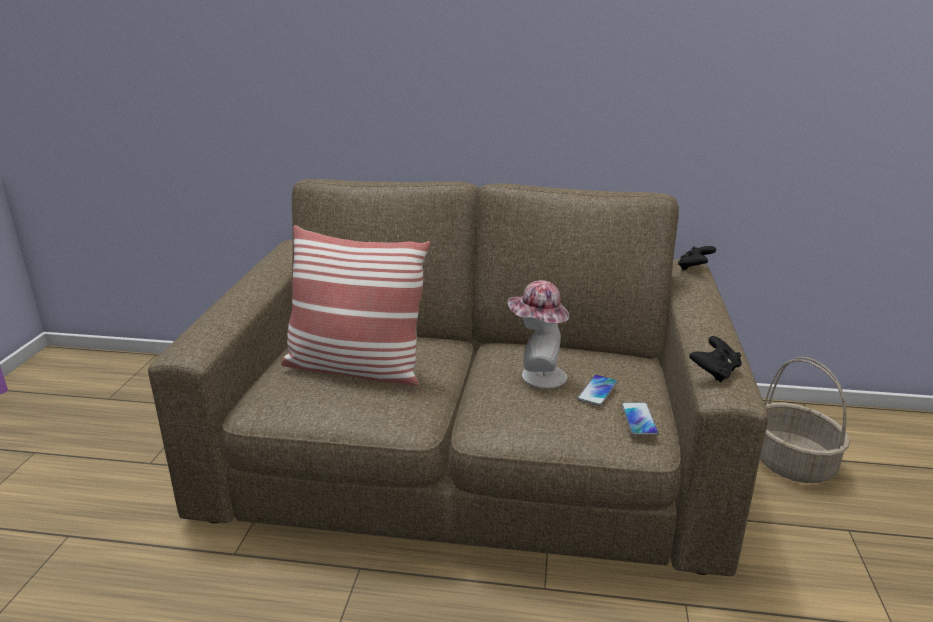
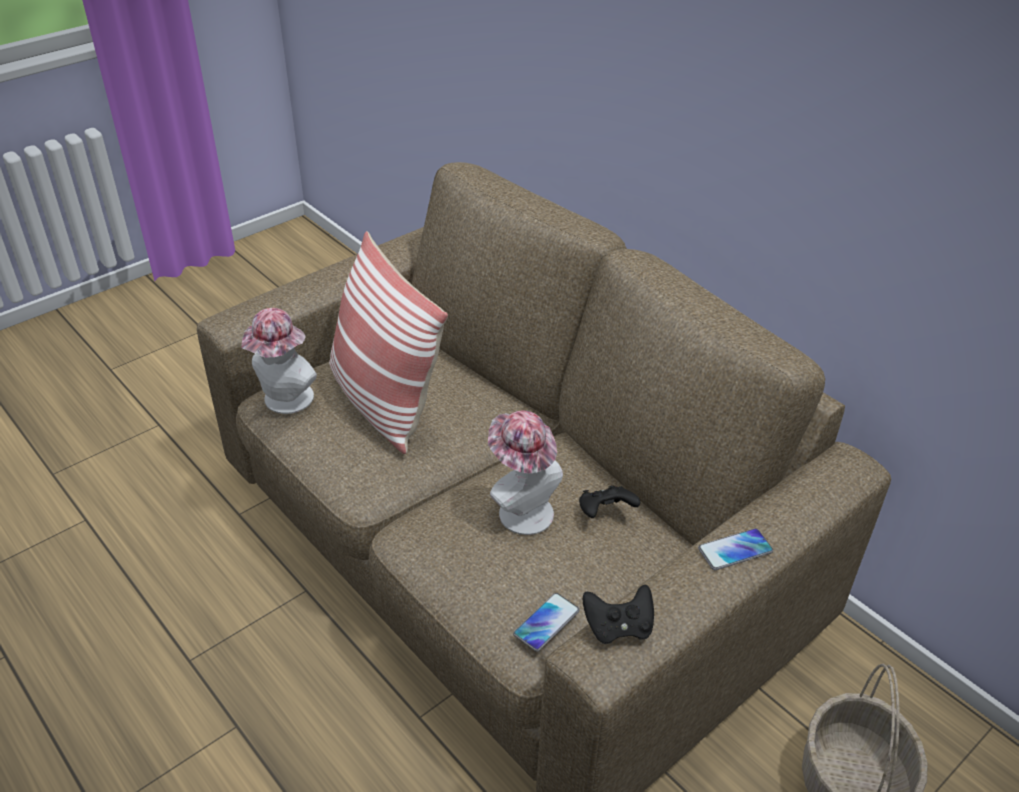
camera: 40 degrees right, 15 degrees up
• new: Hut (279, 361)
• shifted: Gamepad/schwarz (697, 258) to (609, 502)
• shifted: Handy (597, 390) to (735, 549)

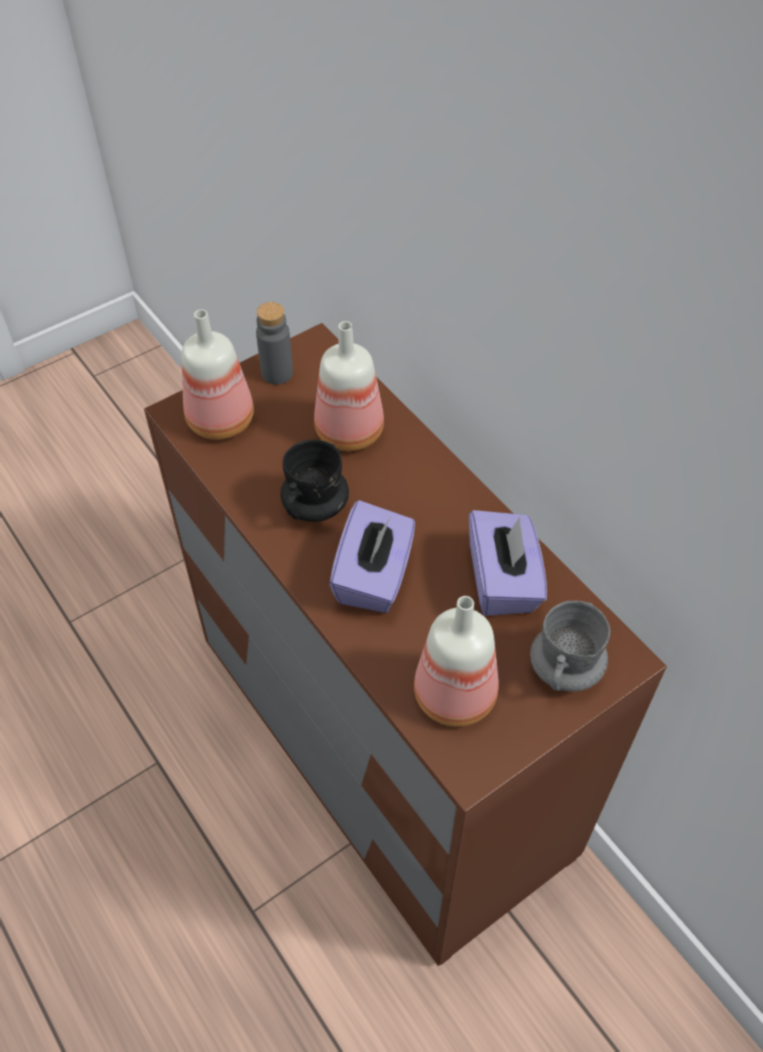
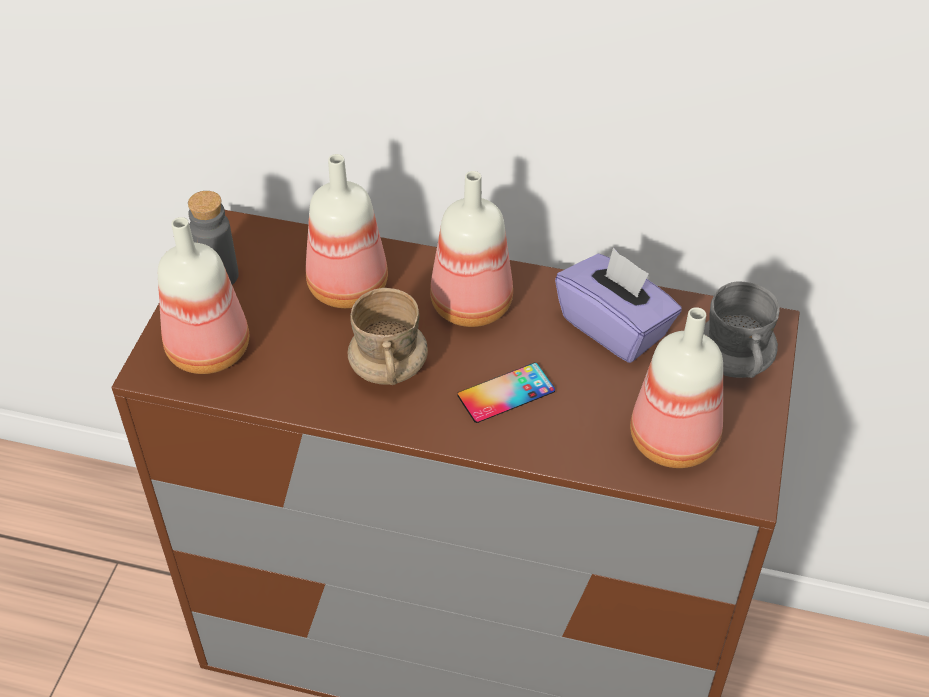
camera: 40 degrees left, 5 degrees down
• repainted: Henkelbecher/schwarz (314, 481) to Henkelbecher/beige (388, 336)
• new: Flasche (471, 249)
• swapped: Taschentuchbox/lila (372, 556) to Handy (506, 393)

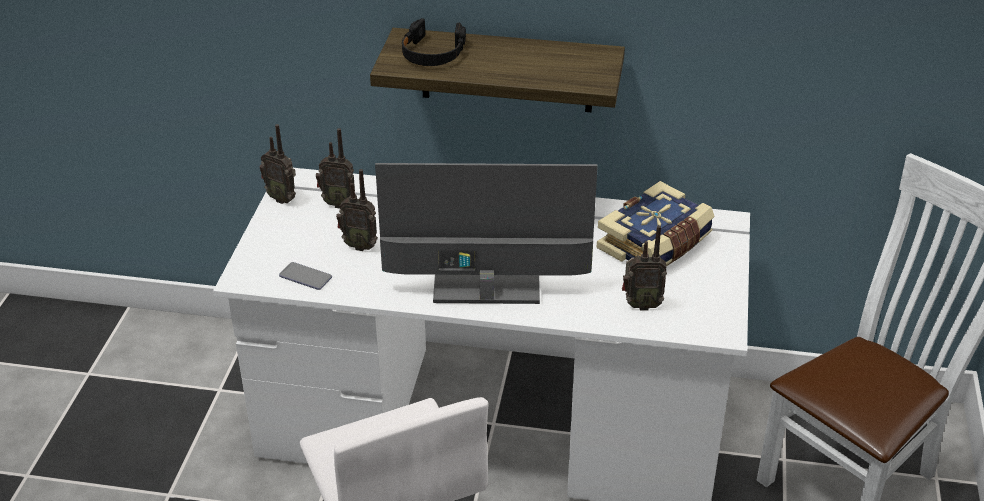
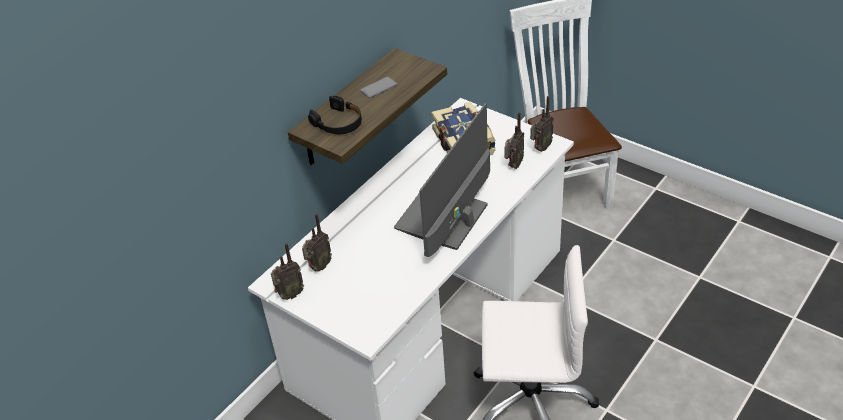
camera: 60 degrees left, 5 degrees up
• shifted: Handy (305, 276) to (378, 87)
• shifted: Radio (357, 210) to (542, 124)

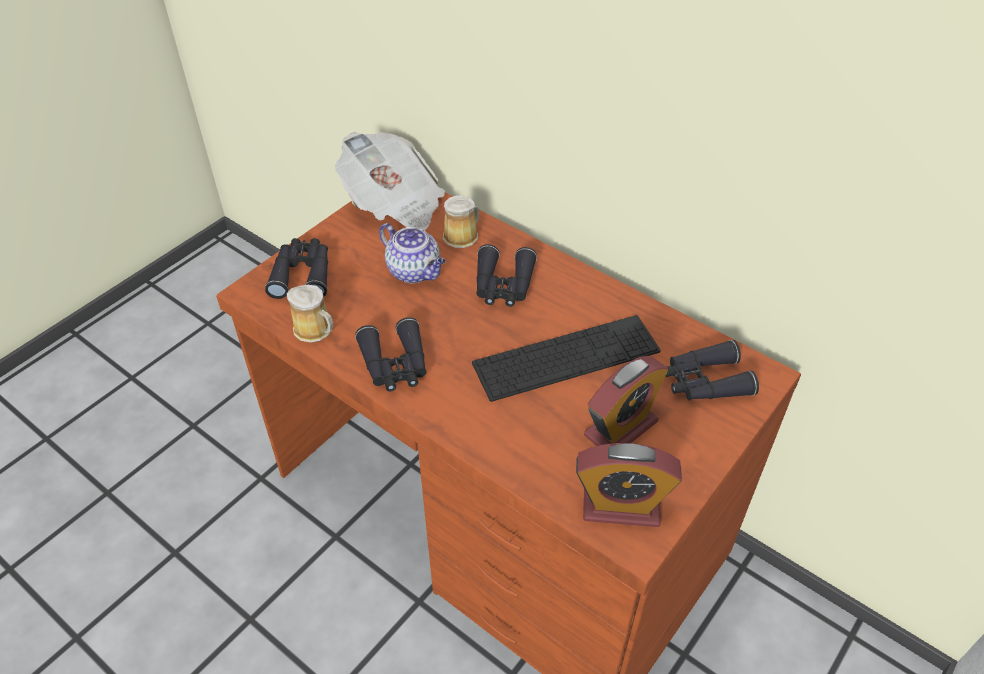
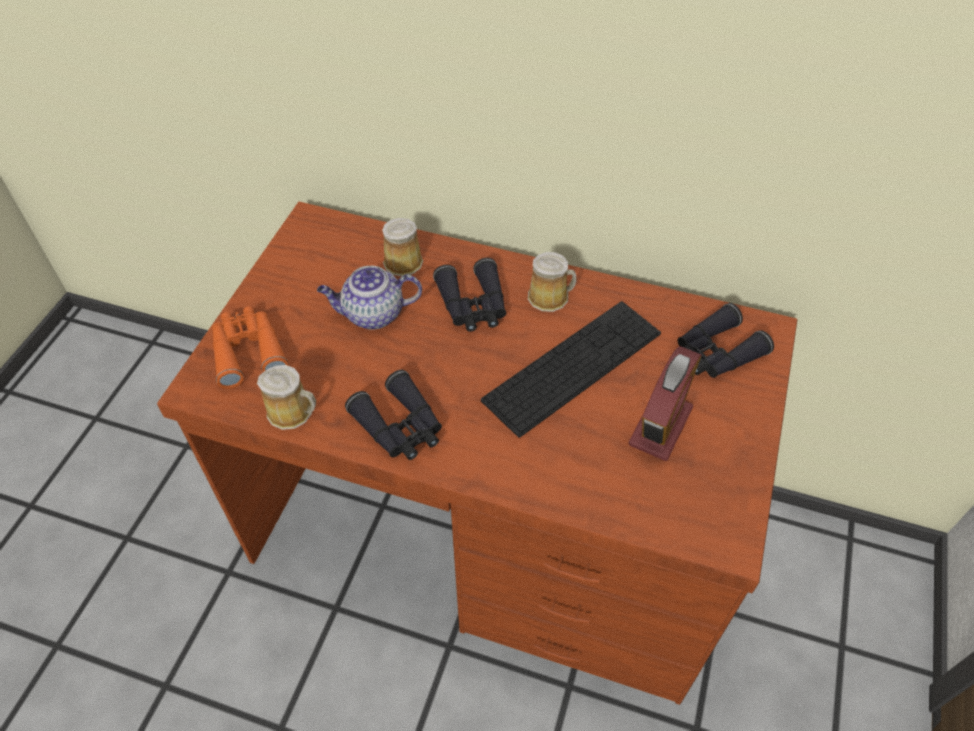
camera: 20 degrees left, 5 degrees up
• repainted: Fernglas/schwarz (296, 268) to Fernglas/orange (250, 347)
• rotated: Teekanne (412, 253) = (369, 298) 150 degrees clockwise
• new: Henkelbecher (552, 282)
• gone: Zeitung (390, 181)
• gone: Wecker (629, 485)

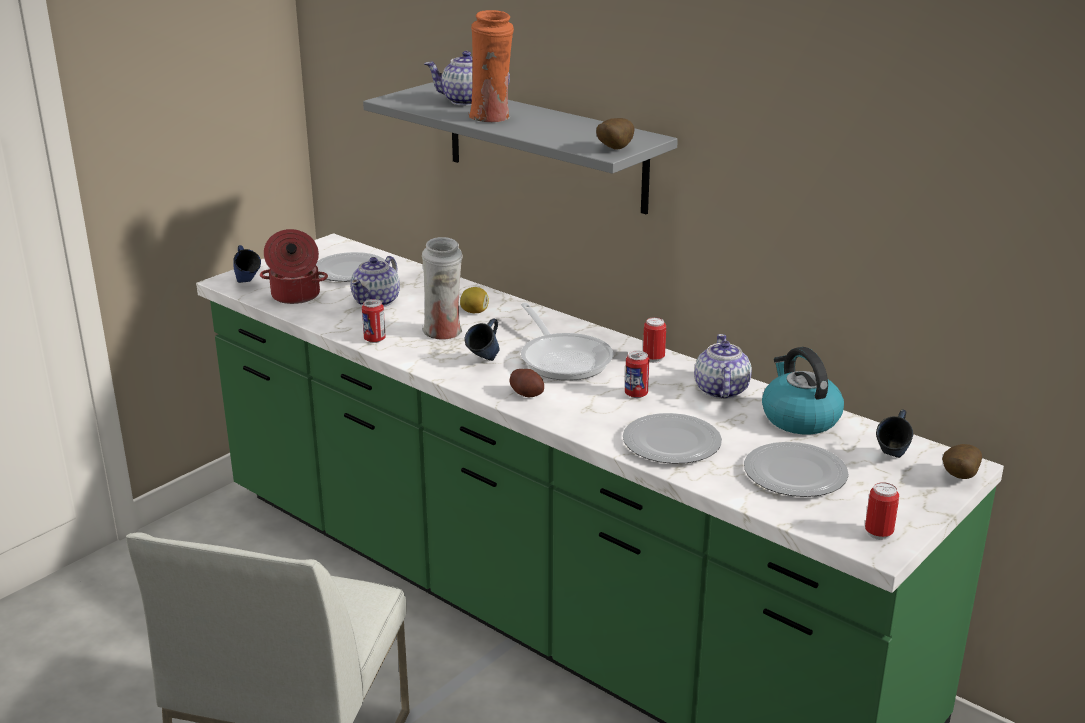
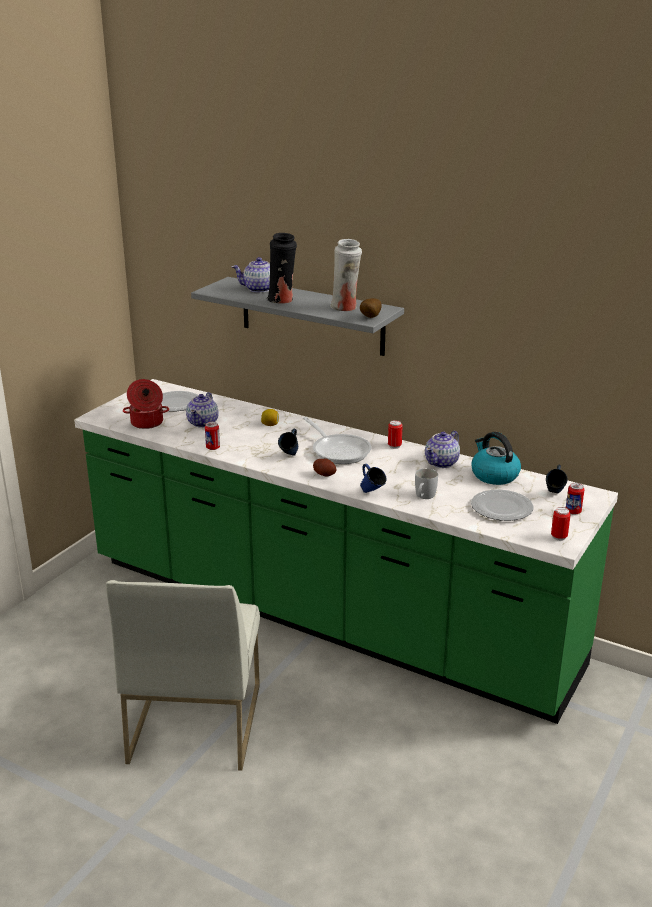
camera: 10 degrees left, 0 degrees up
• repainted: Vase/orange (491, 66) to Vase/schwarz (282, 268)
• shifted: Vase/weiß (442, 288) to (346, 275)
• shifted: Henkelbecher/blau (247, 264) to (373, 478)
• swapped: Teller (672, 438) to Henkelbecher/weiß (426, 483)
• rotated: Teekanne (723, 366) = (442, 449) 135 degrees counterclockwise
• shifted: Dose (637, 374) to (575, 499)
• gone: Kartoffel (962, 461)

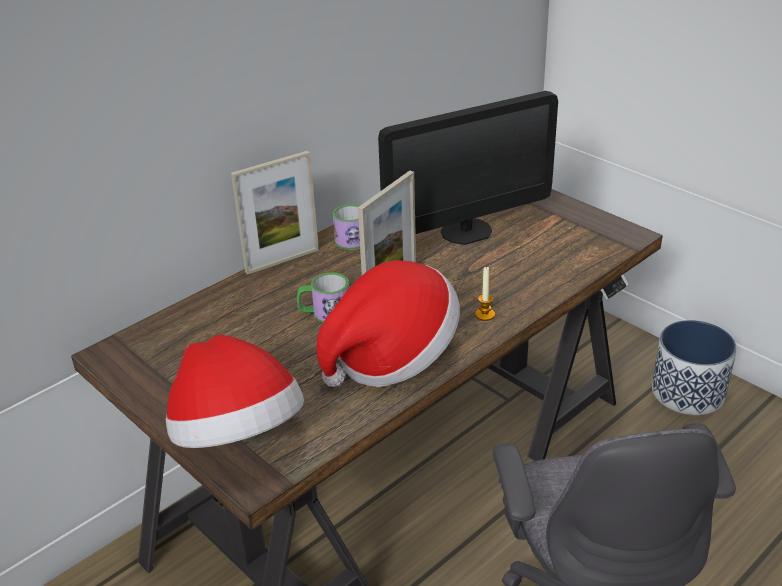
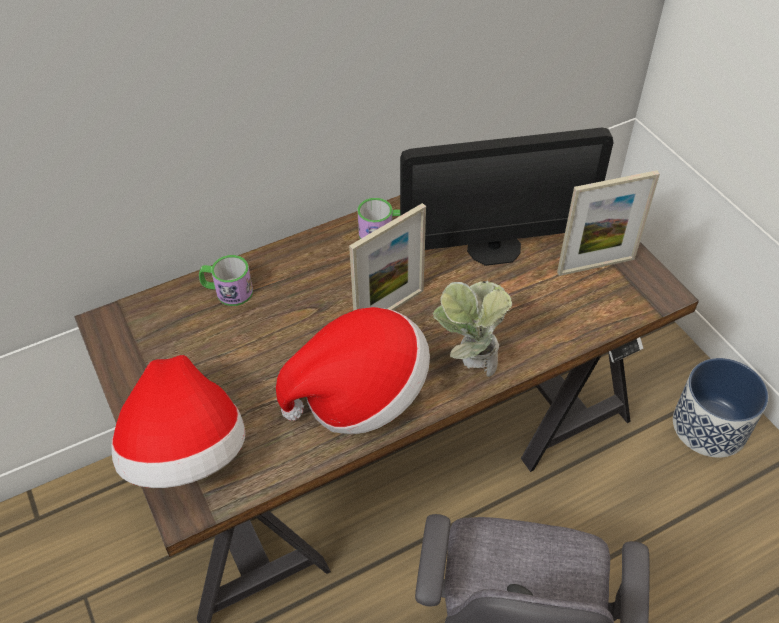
camera: 15 degrees right, 15 degrees up
• shifted: Henkelbecher (323, 297) to (226, 280)
• swapped: Kerze (485, 293) to Topfpflanze (472, 328)
• shifted: Bilderrahmen (275, 213) to (608, 223)

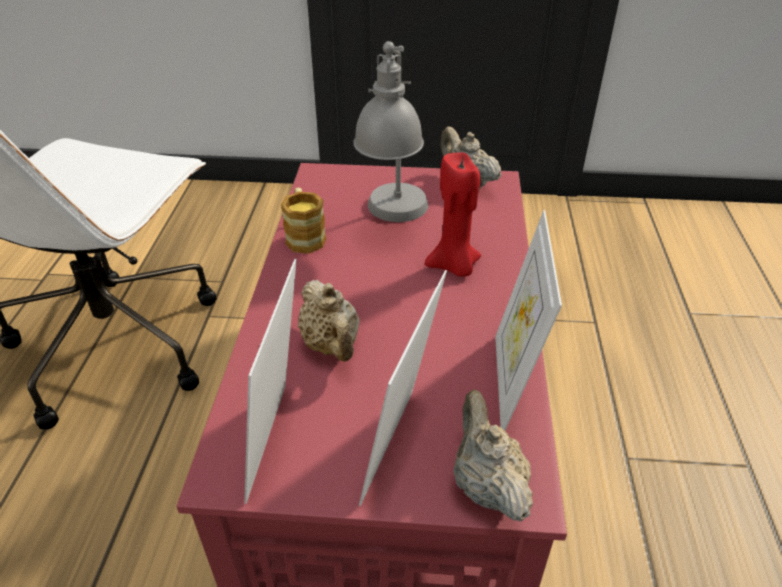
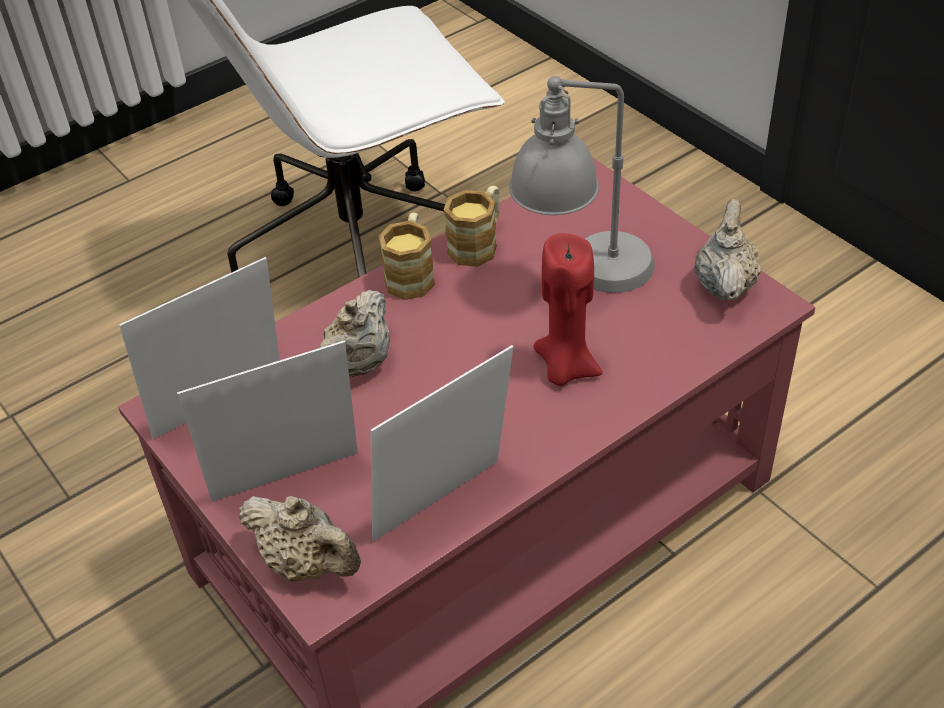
camera: 50 degrees right, 5 degrees up
• rotated: Teekanne/beige (493, 456) = (300, 538) 90 degrees clockwise
• new: Henkelbecher (406, 256)

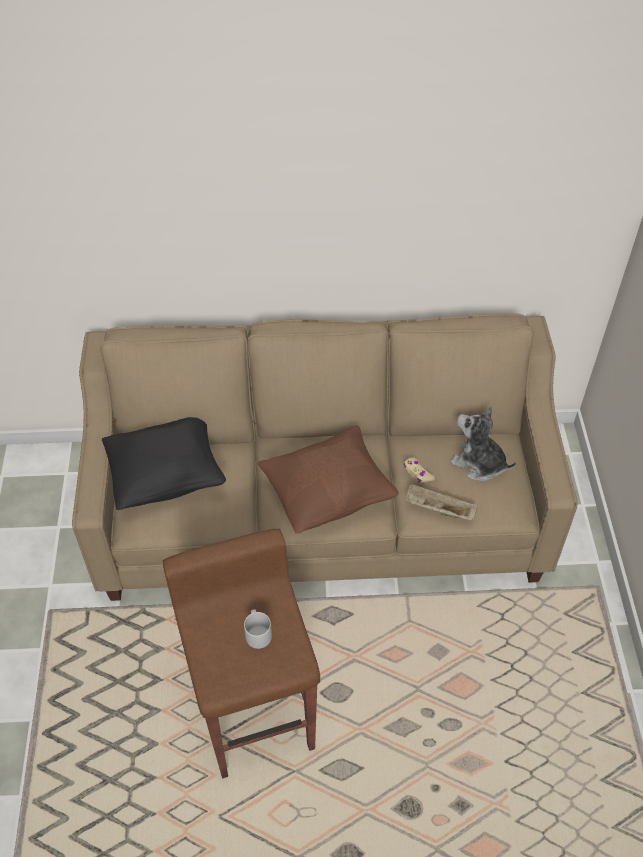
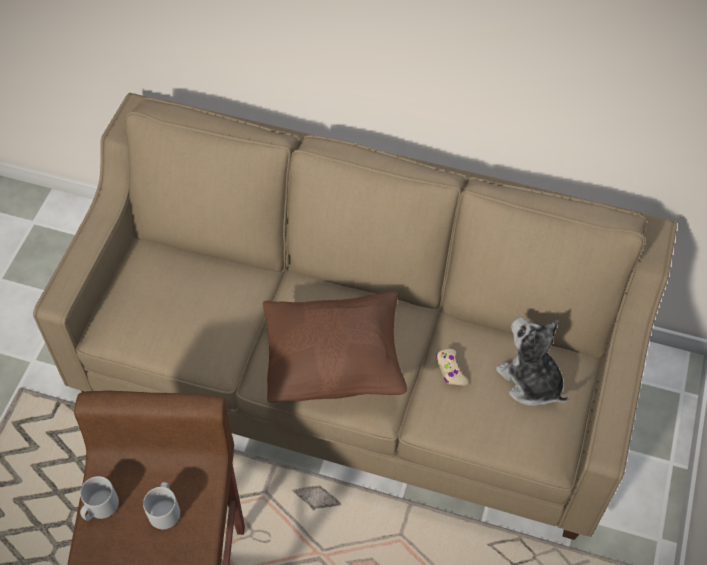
camera: 20 degrees right, 5 degrees up
• new: Henkelbecher/grau (99, 498)
• gone: Kissen/schwarz (164, 463)
• gone: Tablett/beige (442, 502)

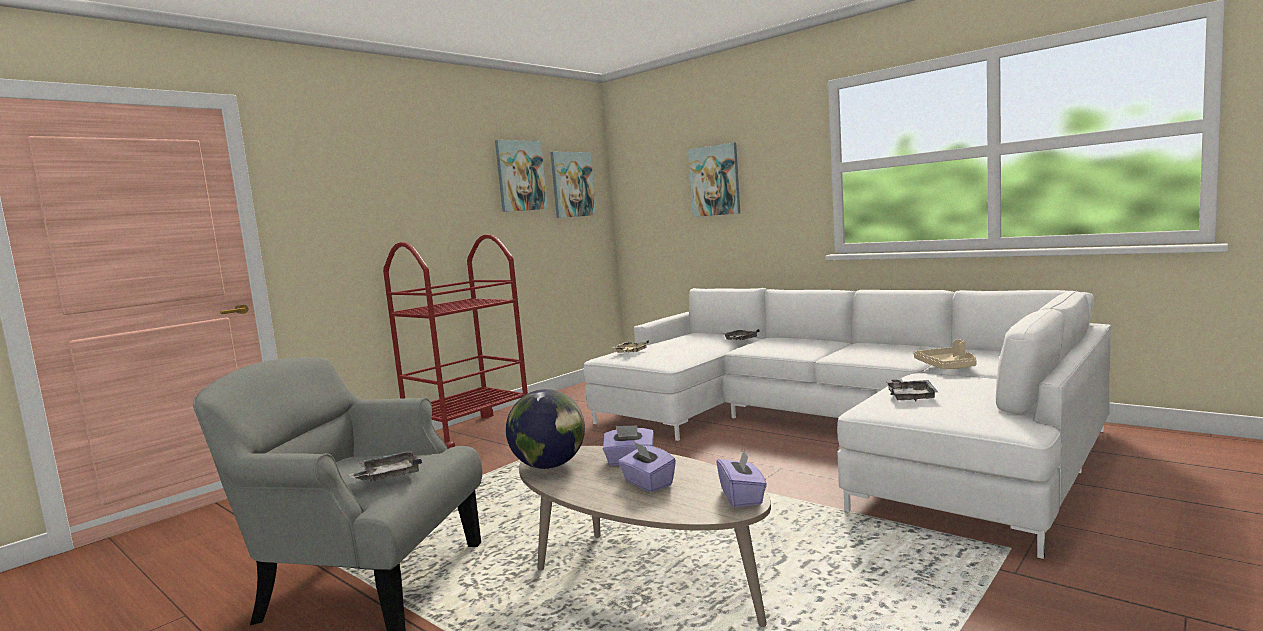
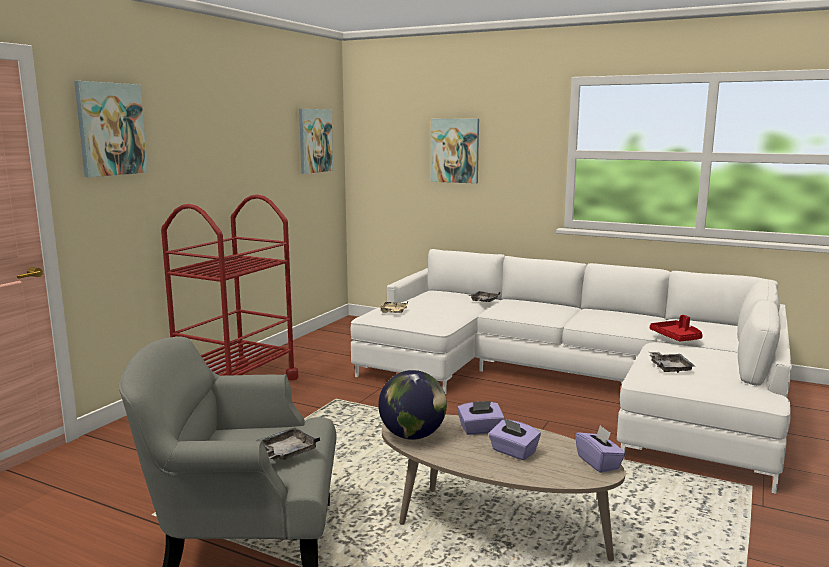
camera: 15 degrees left, 5 degrees up
• shifted: Bild (521, 176) to (111, 129)
• repainted: Tablett/beige (945, 354) to Tablett/rot (676, 328)

